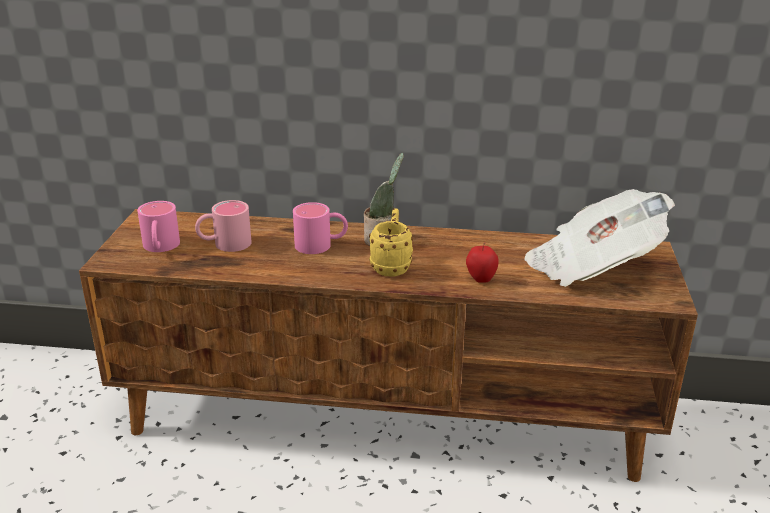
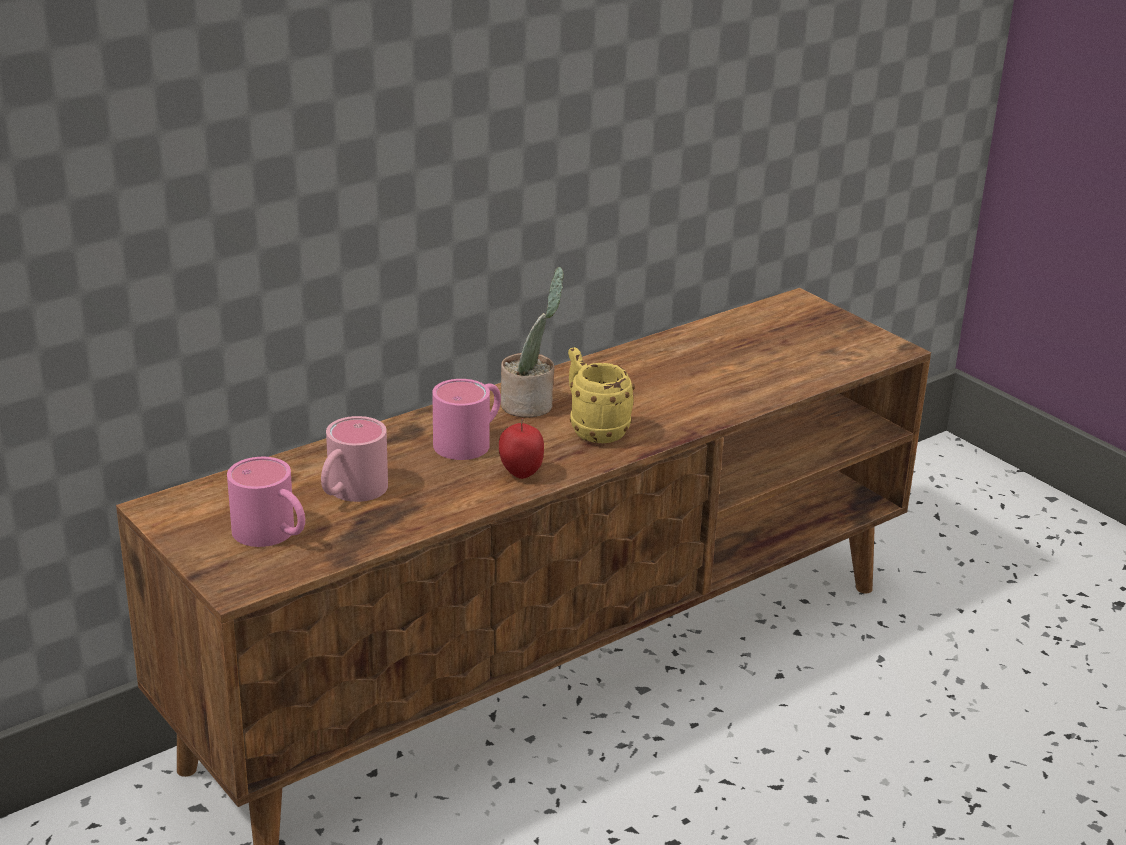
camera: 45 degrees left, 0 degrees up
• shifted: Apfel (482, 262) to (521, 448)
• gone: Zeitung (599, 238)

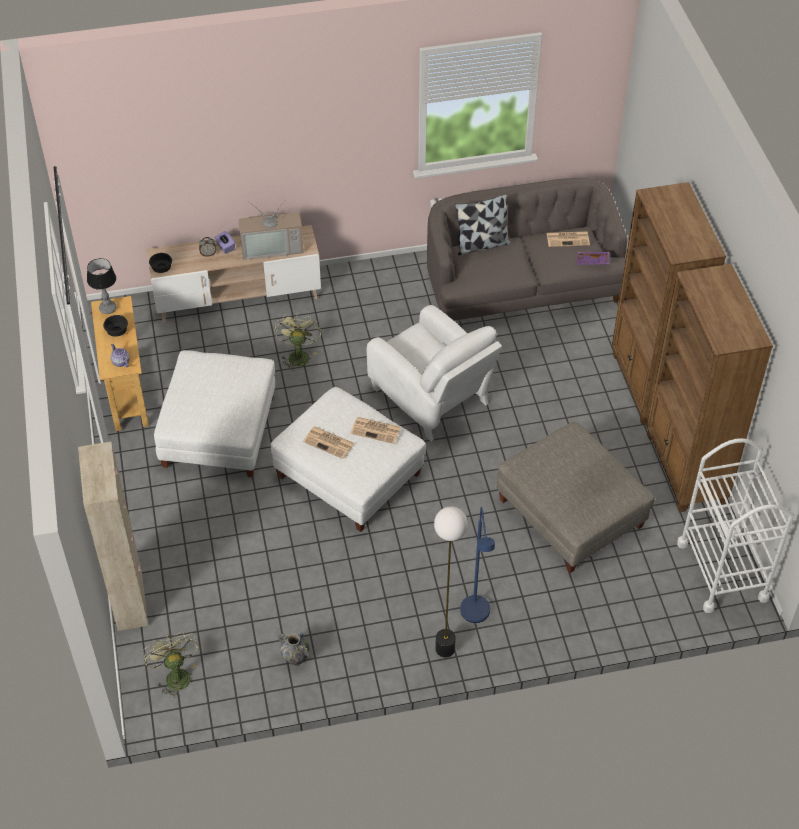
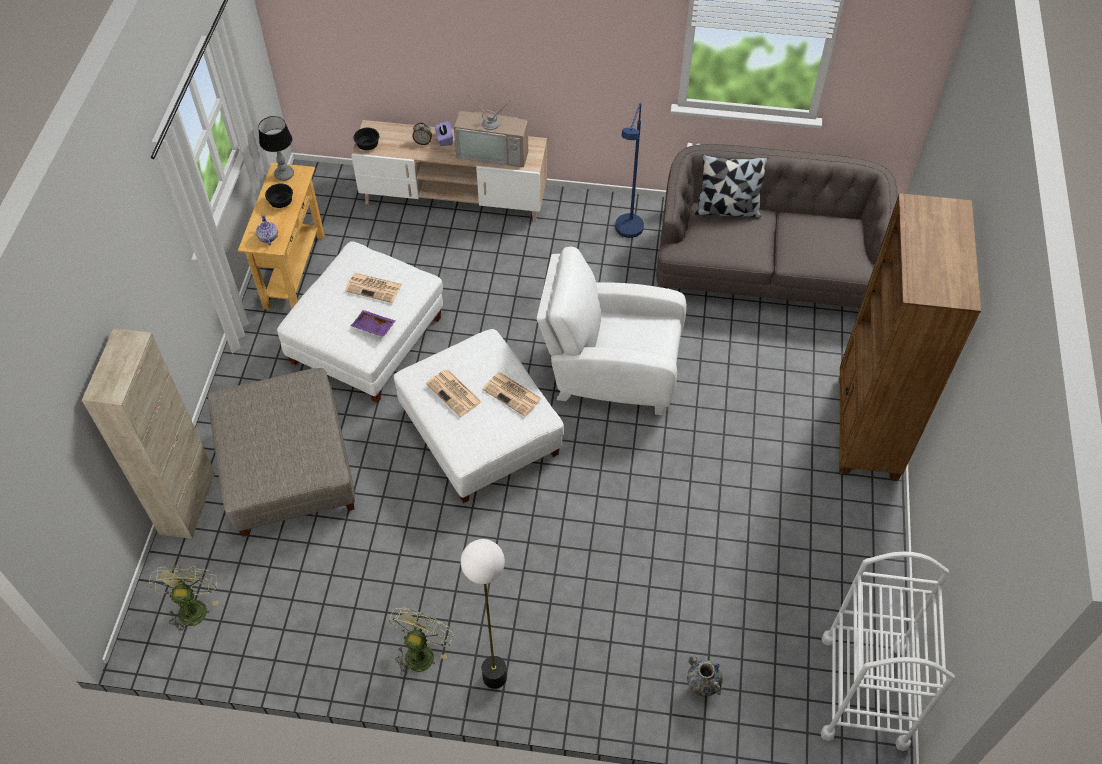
camera: 20 degrees right, 5 degrees up
• shifted: Polsterhocker/grau (575, 497) to (281, 452)
• shifted: Zeitung (568, 239) to (373, 288)
• shifted: Tablett/lila (593, 258) to (373, 323)
• shifted: Ventilator/grün (297, 341) to (420, 642)
• rotated: Sessel/weiß (434, 373) = (611, 331) 120 degrees clockwise
• shifted: Stehlampe/blau (477, 565) to (629, 170)
• shifted: Vase (294, 649) to (705, 676)
• gone: Bücherregal/braun (709, 388)

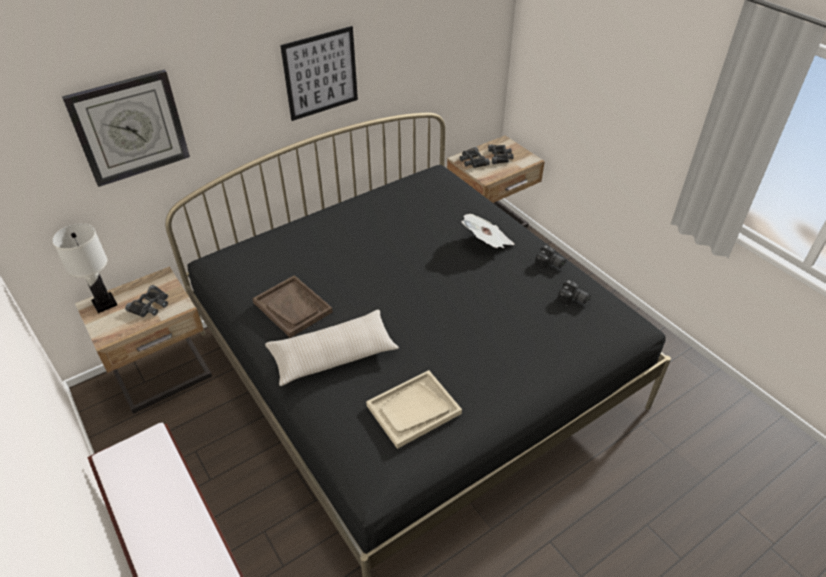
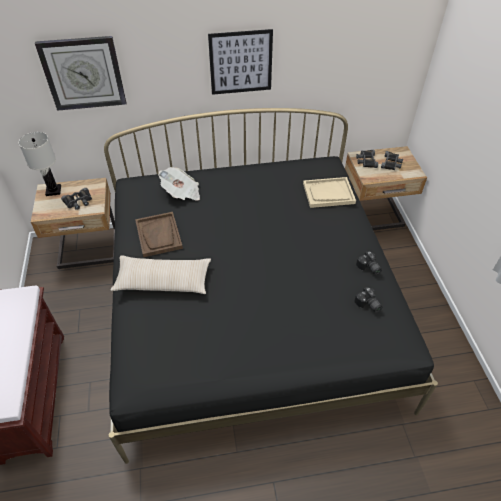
camera: 25 degrees right, 5 degrees up
• shifted: Zeitung (487, 231) to (179, 184)
• shifted: Tablett/beige (414, 409) to (329, 192)

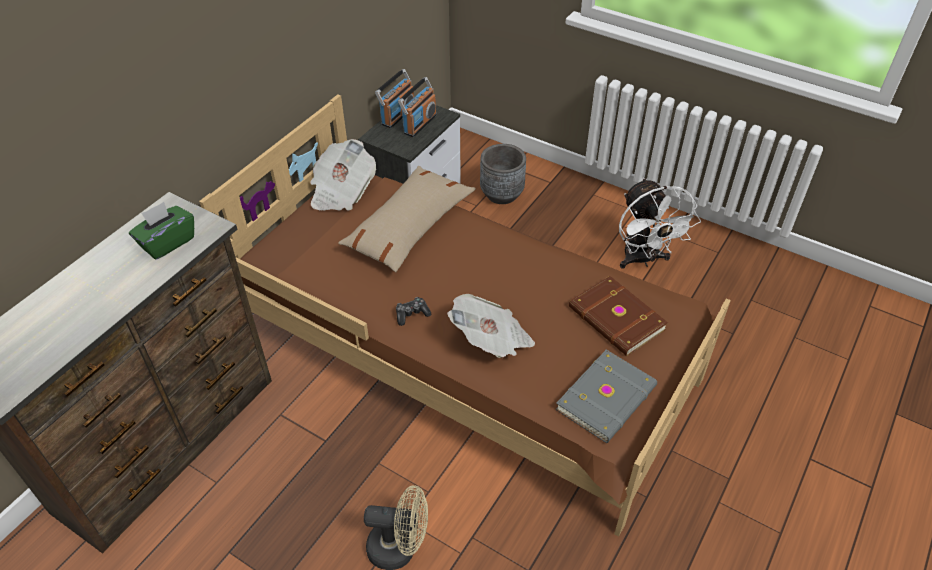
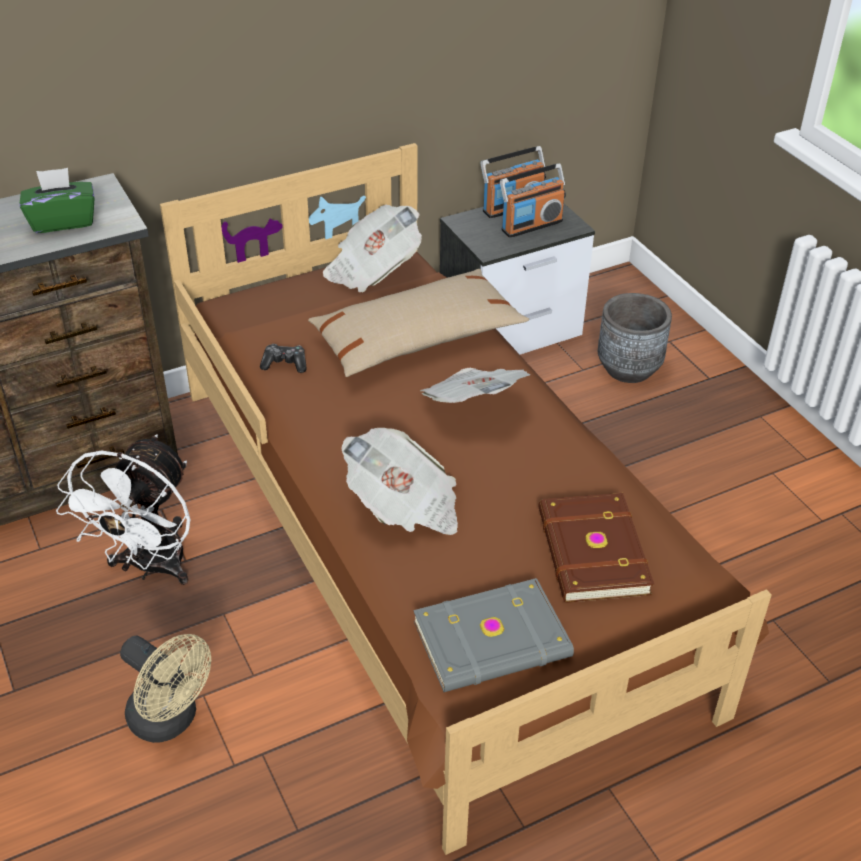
camera: 30 degrees right, 5 degrees down
• shifted: Ventilator/weiß (660, 223) to (123, 509)
• shifted: Gamepad (413, 311) to (283, 358)
• new: Zeitung (475, 385)

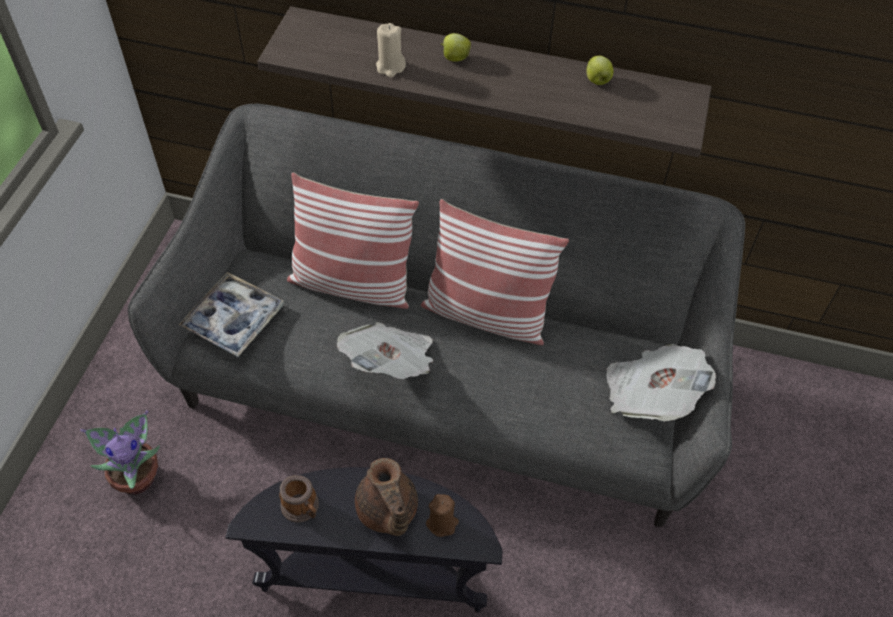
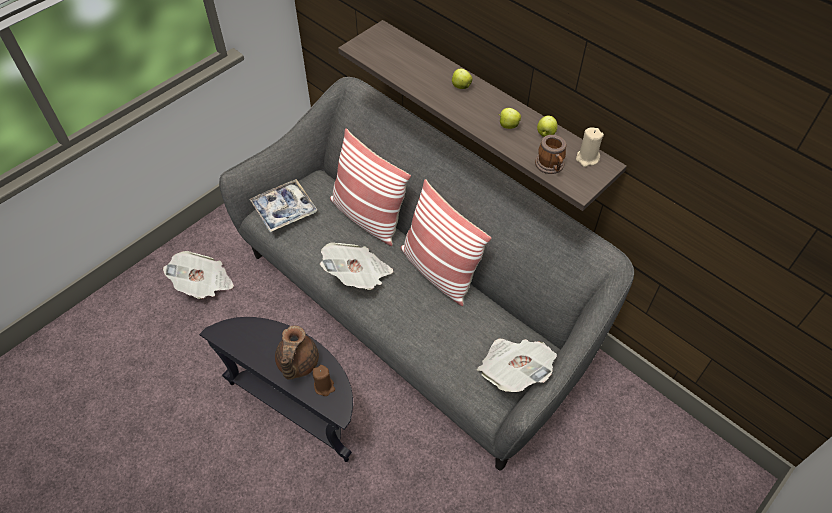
camera: 30 degrees right, 0 degrees up
• swapped: Topfpflanze (120, 452) to Zeitung (198, 275)
• new: Apfel (509, 118)
• shifted: Henkelbecher (299, 499) to (550, 154)
• shifted: Kerze/beige (391, 50) to (590, 147)

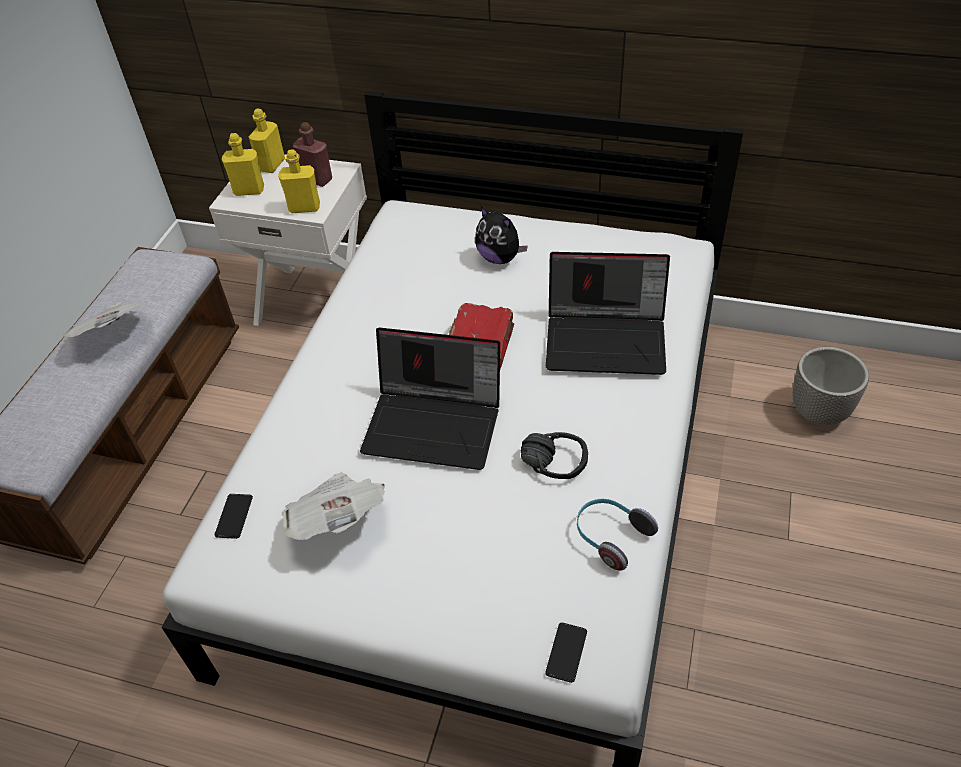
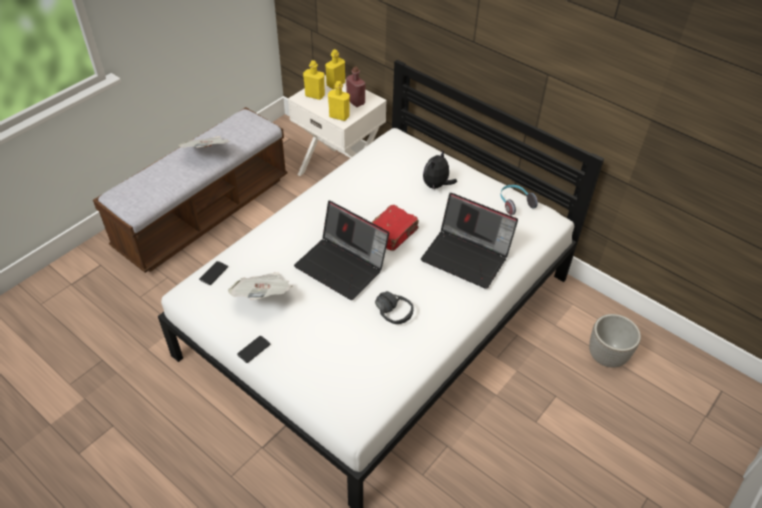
camera: 20 degrees right, 0 degrees up
• shifted: Handy (566, 653) to (253, 349)
• rotated: Plüschtier (501, 235) = (440, 170) 60 degrees clockwise
• shifted: Kopfhörer (617, 535) to (519, 200)

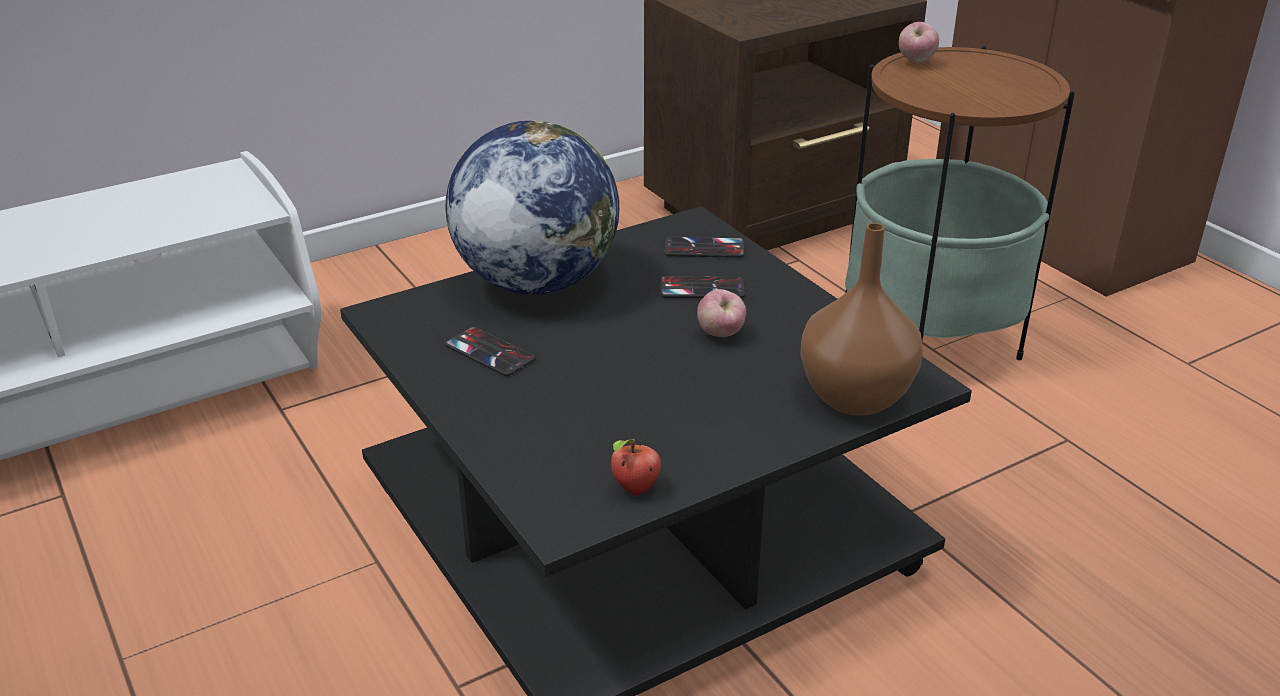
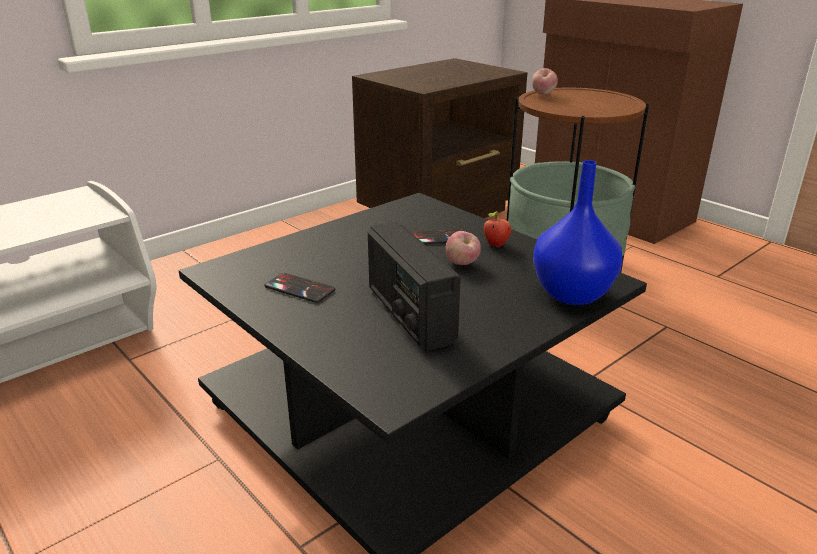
camera: 10 degrees left, 5 degrees down
• new: Radio (414, 286)
• shifted: Apfel (636, 467) to (497, 229)
• repainted: Vase/braun (861, 319) to Vase/blau (577, 232)
• gone: Globus (532, 207)
• gone: Handy (705, 247)

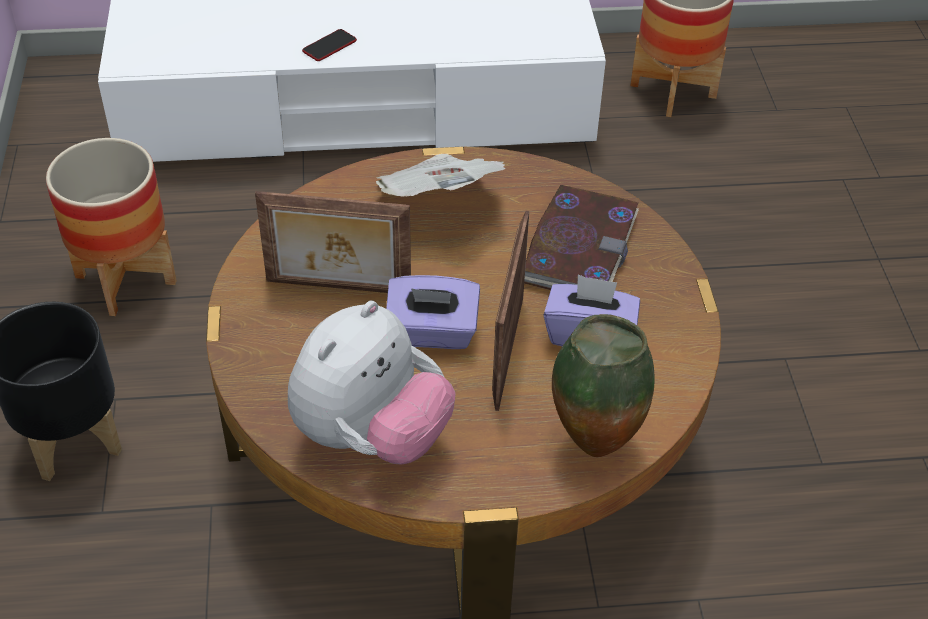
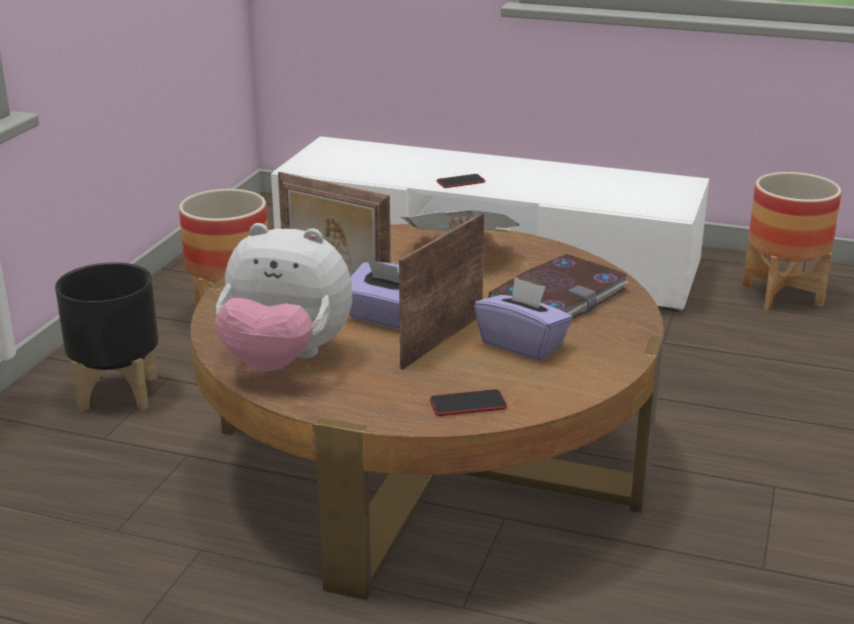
camera: 25 degrees right, 20 degrees down
• rotated: Plüschtier (372, 383) = (284, 297) 45 degrees clockwise
• swapped: Vase (603, 385) to Handy (468, 402)

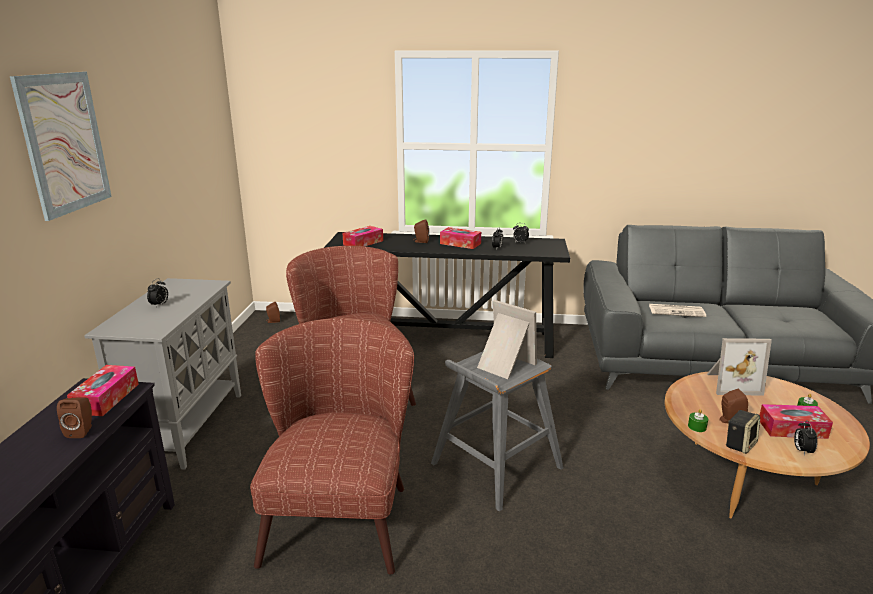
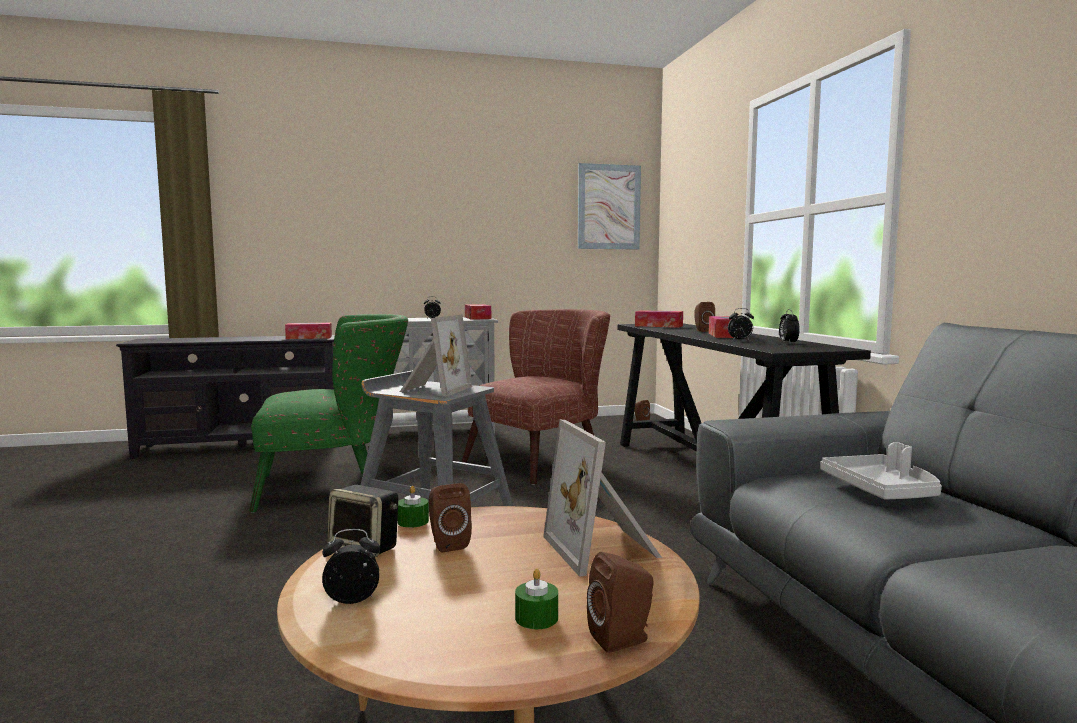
camera: 70 degrees right, 15 degrees down
• repainted: Sessel/braun (332, 446) to Sessel/grün (329, 413)
• shifted: Taschentuchbox (796, 421) to (478, 312)
• shifted: Bild (61, 146) to (609, 206)
• shifted: Lautsprecher/braun (74, 418) to (620, 602)
• swapped: Zeitung (677, 310) to Tablett/grau (881, 471)

